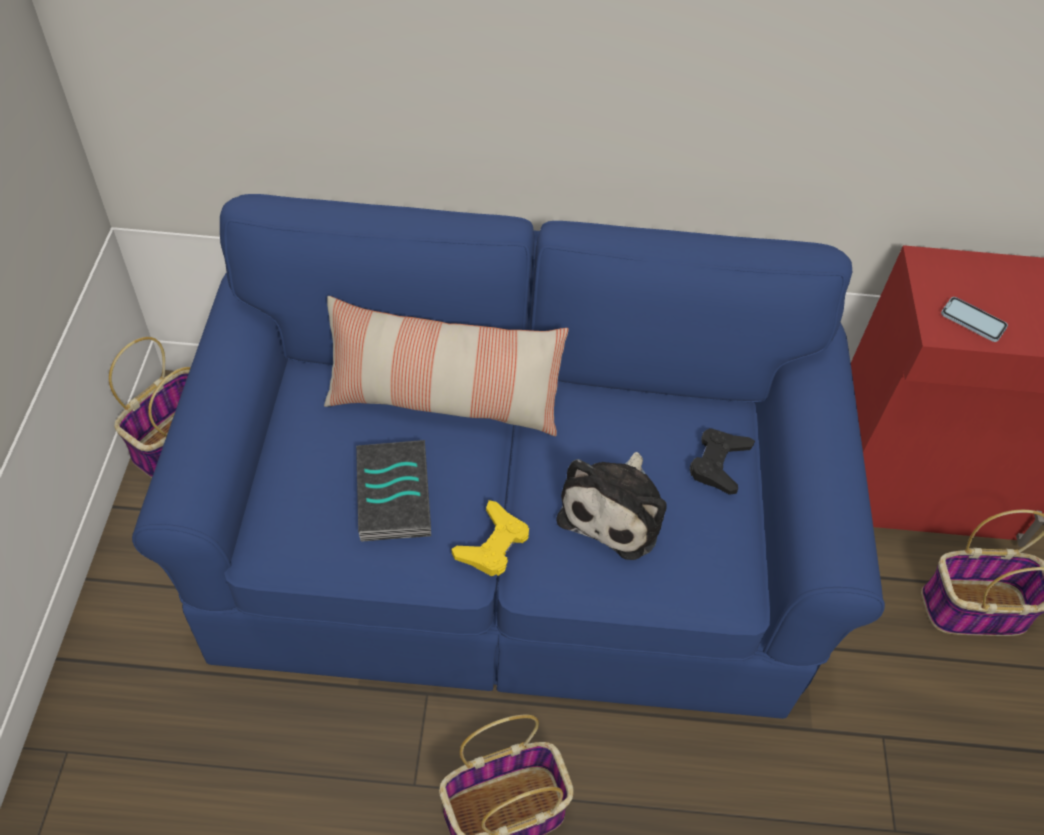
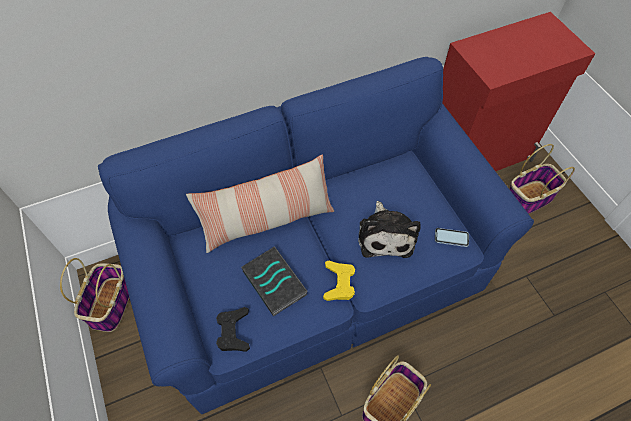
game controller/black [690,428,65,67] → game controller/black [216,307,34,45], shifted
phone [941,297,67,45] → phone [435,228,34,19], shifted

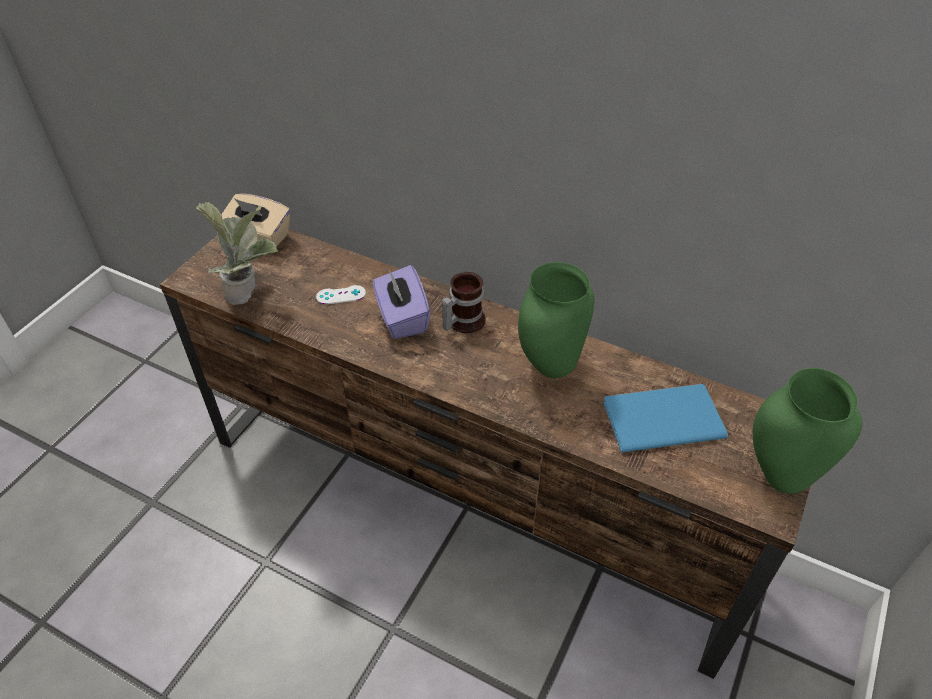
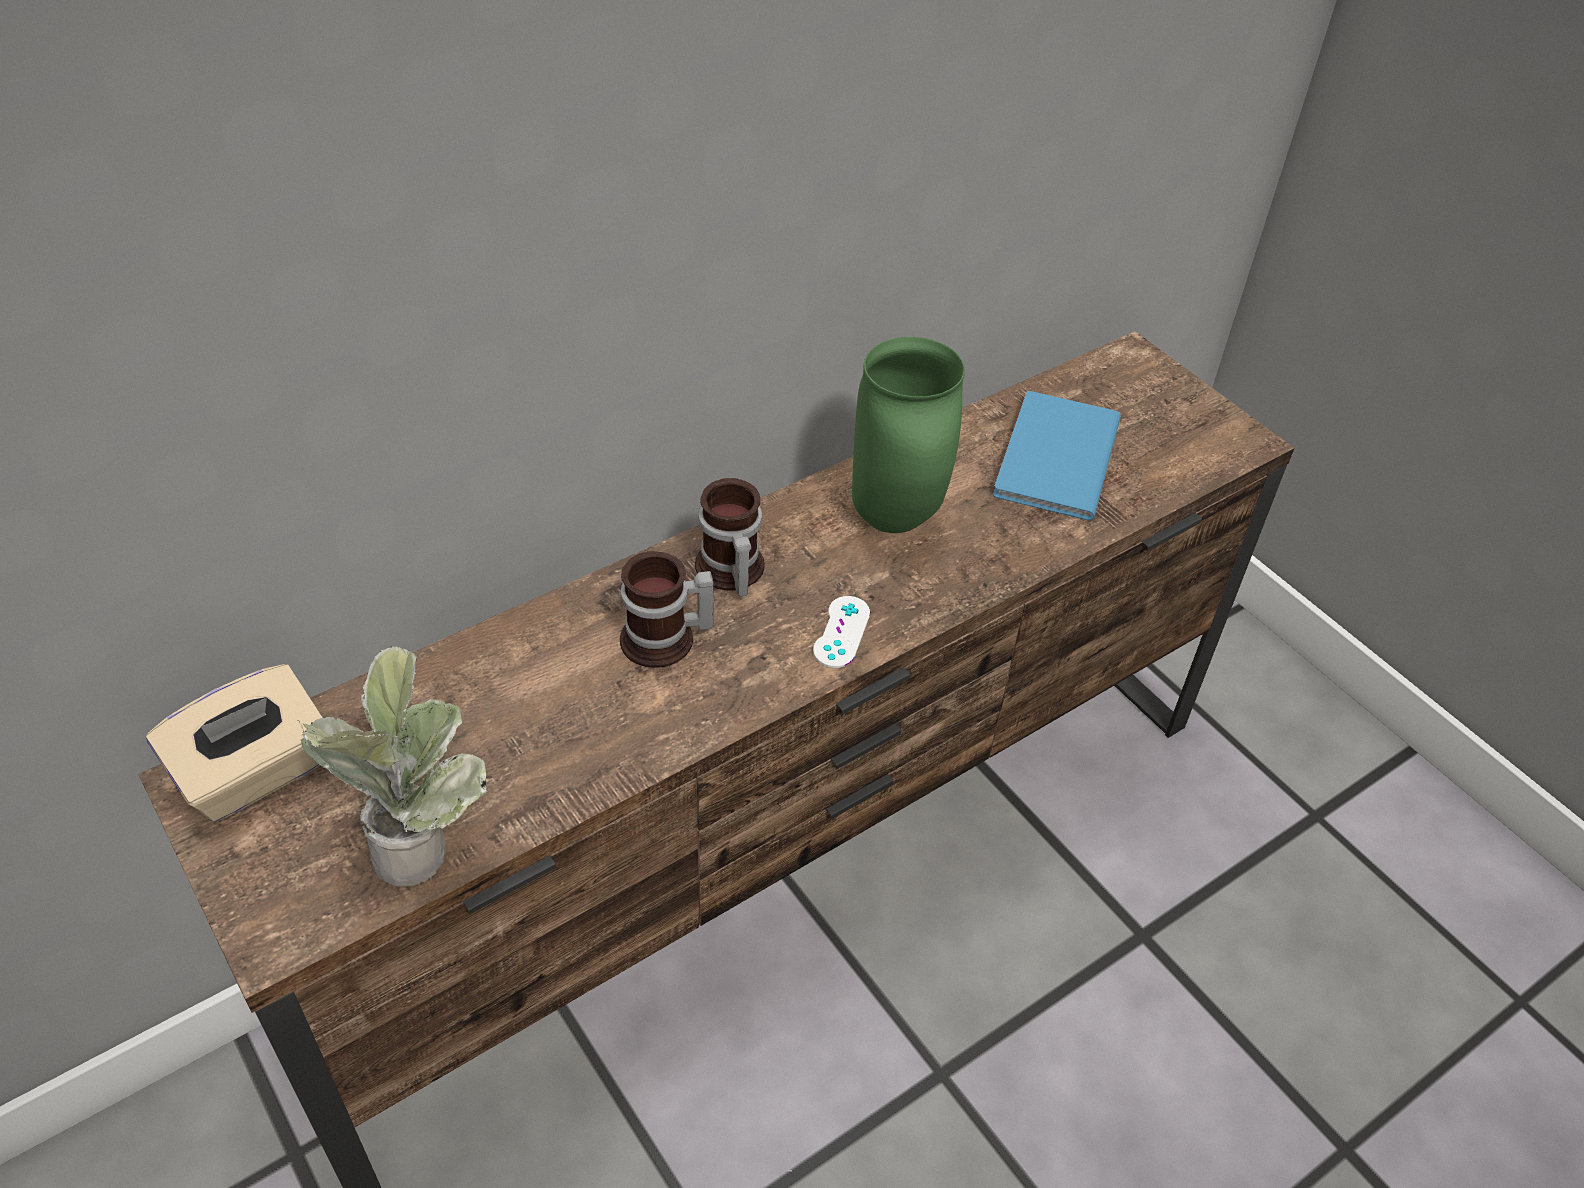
game controller/white [316,285,50,19] → game controller/white [813,596,57,72], shifted
tissue box/purple [373,265,57,74] → mug [620,551,93,117]
vase/green [753,368,110,126] → -

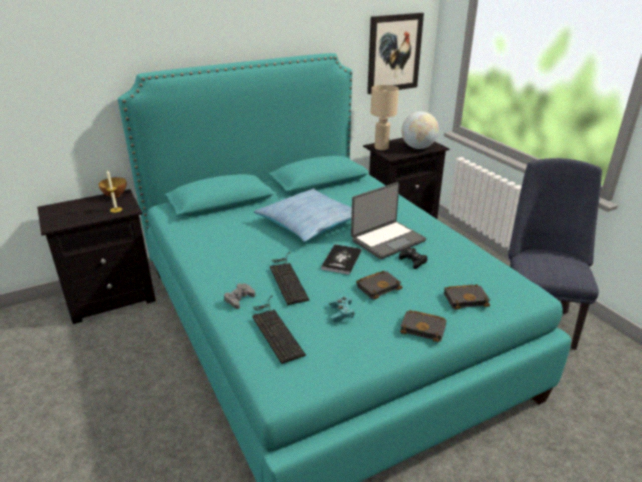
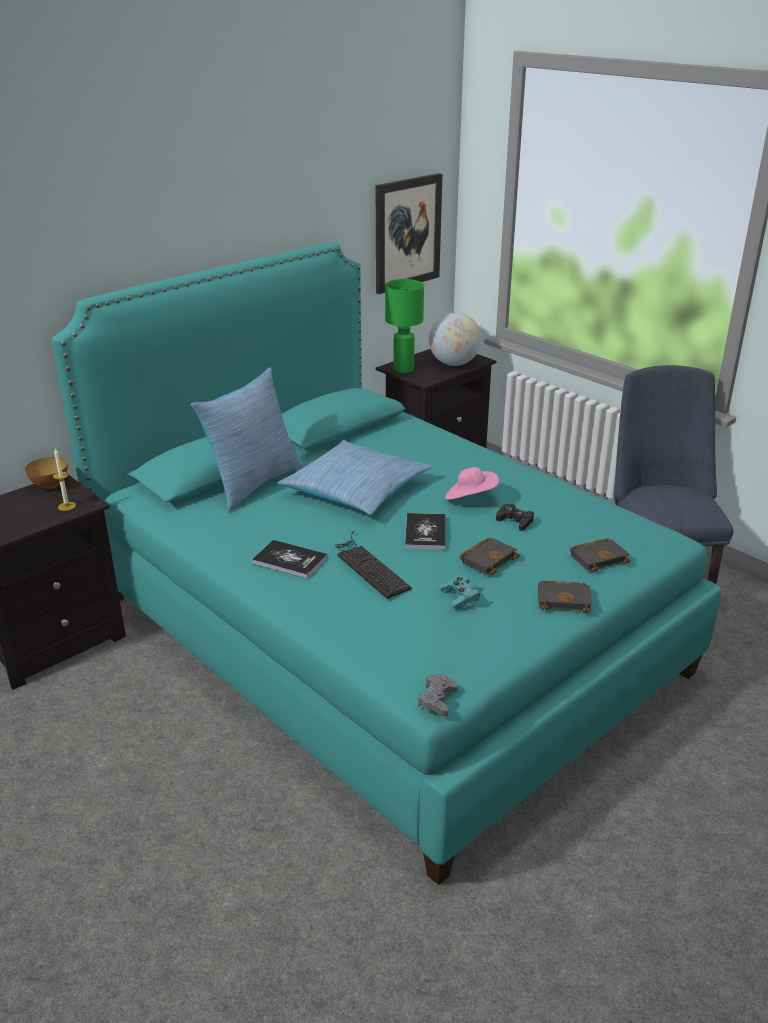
game controller/grey [224,283,31,26] → game controller/grey [418,674,40,43], shifted
keyboard [252,295,54,69] → -
laptop [351,182,75,77] → hat/pink [445,467,54,33]
table lamp/beige [370,85,29,65] → table lamp/green [385,279,39,94]
- → pillow [191,367,113,145]
- → book [252,540,75,39]

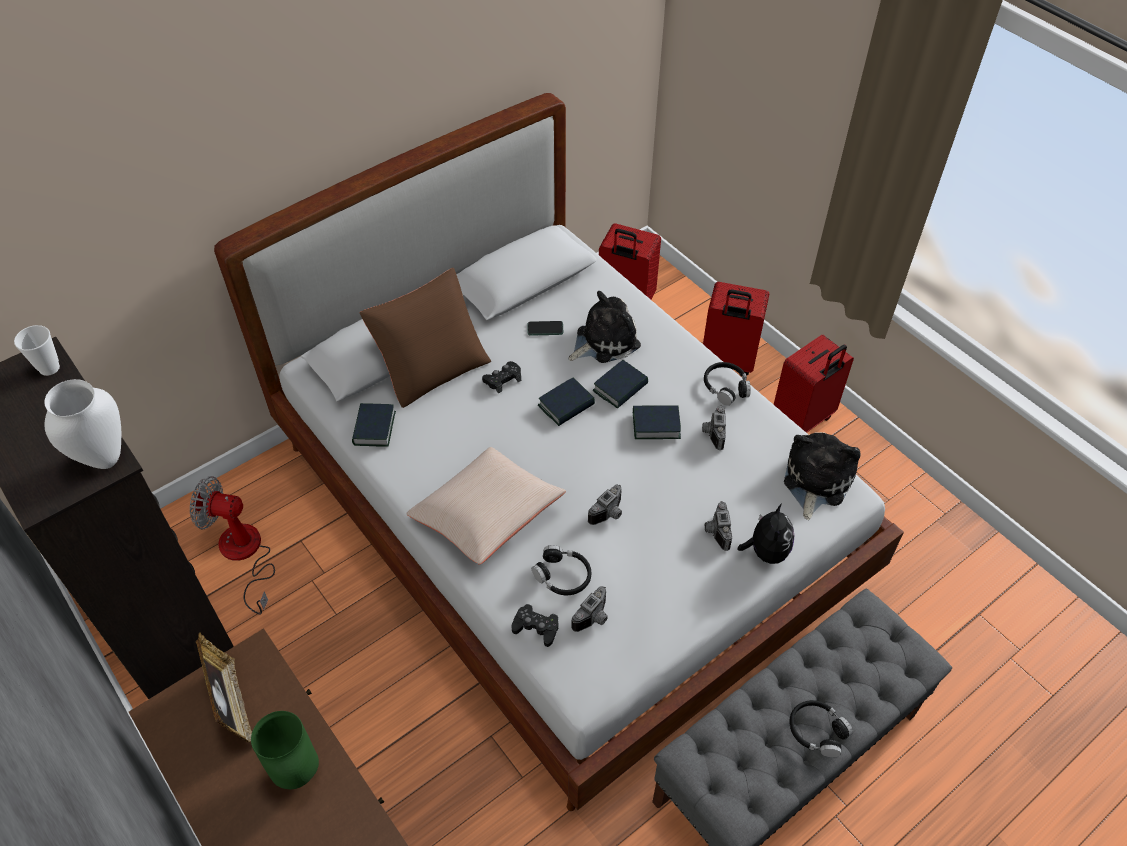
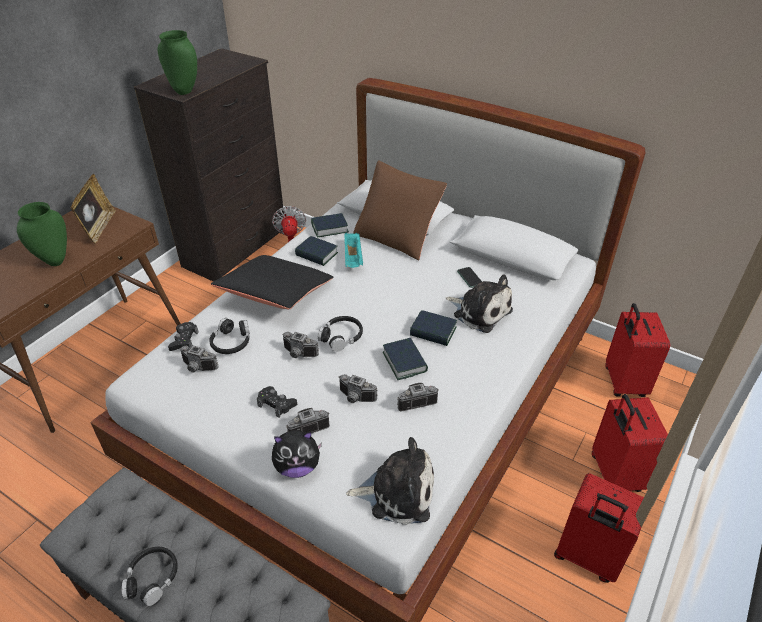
cup [14,325,46,51] → -
vase/white [44,379,77,90] → vase/green [158,30,39,65]
picture frame [196,632,56,111] → picture frame [70,174,46,70], 45 degrees counterclockwise
pillow/beige [406,447,160,117] → pillow/black [211,255,123,55]
game controller/black [482,361,39,33] → game controller/black [257,386,40,32], shifted
book [538,378,57,48] → book [295,236,43,30], shifted
headphones/black [704,362,47,44] → headphones/black [318,316,45,36], shifted
- → photo camera [339,374,39,29]
- → tray/turquoise [345,232,18,36]

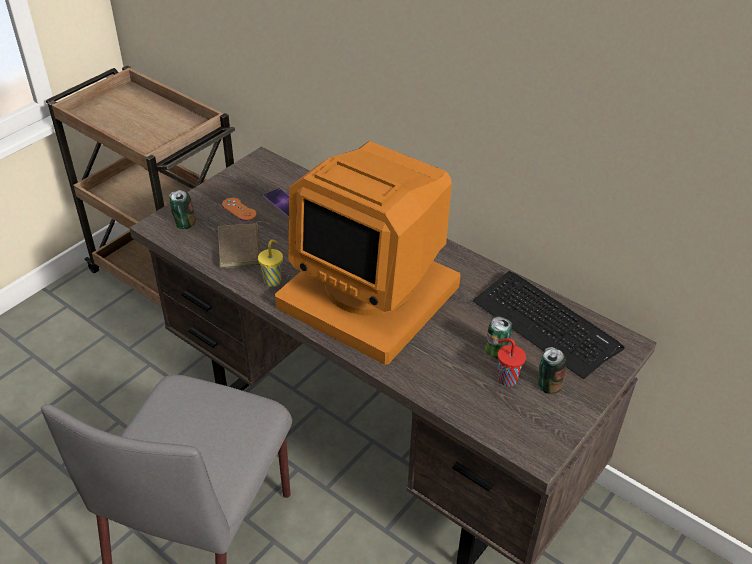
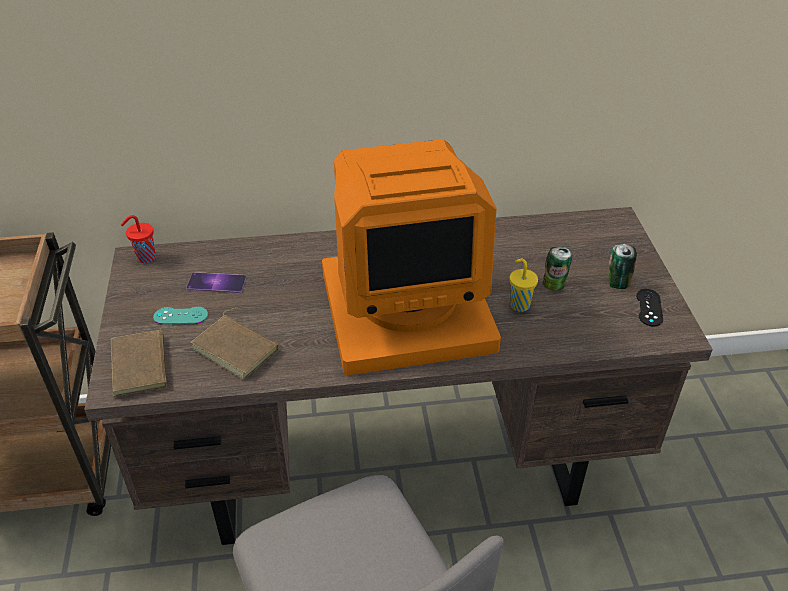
can [169,190,26,39] → book/brown [111,326,68,71]
game controller/orange [222,198,34,23] → game controller/turquoise [153,307,55,18]
cup/yellow [258,240,25,47] → cup/yellow [509,259,29,53], shifted
keyboard [473,271,152,108] → -
cup/red [498,338,28,49] → cup/red [121,215,35,48], shifted
- → game controller/black [636,289,27,37]

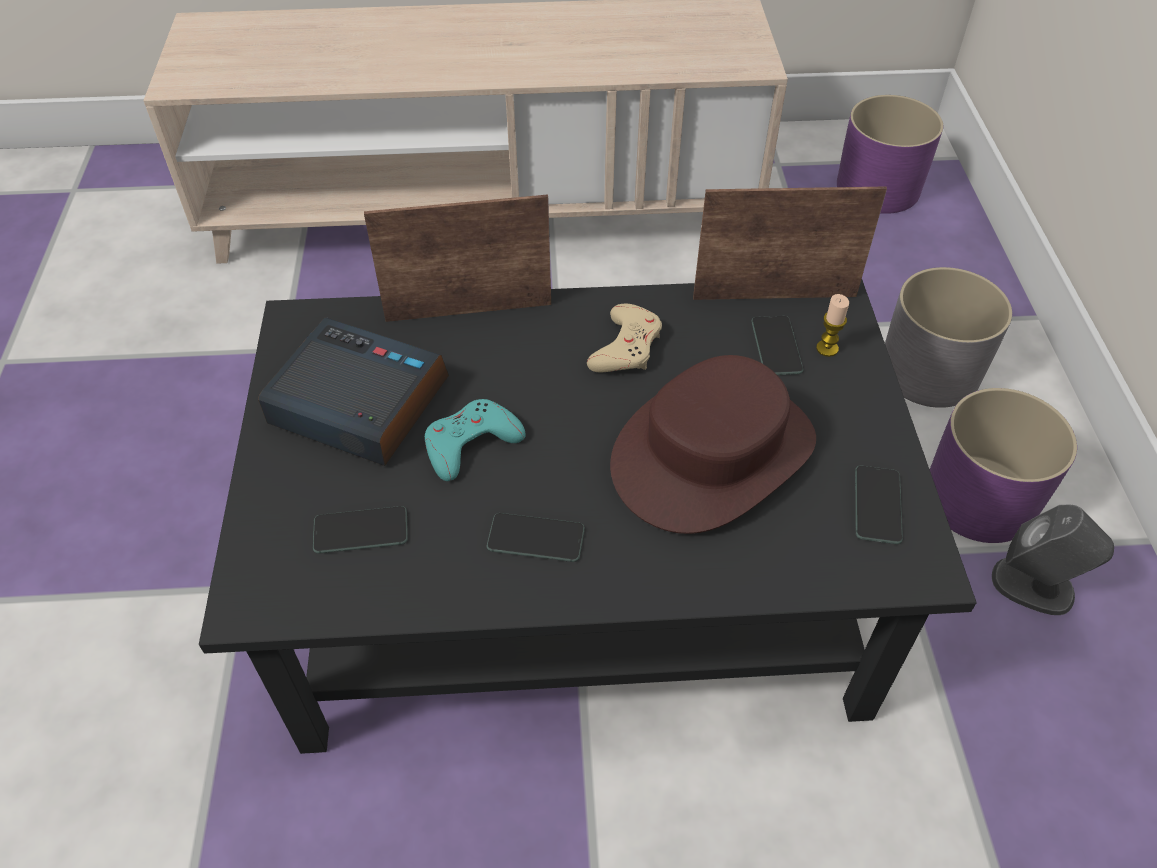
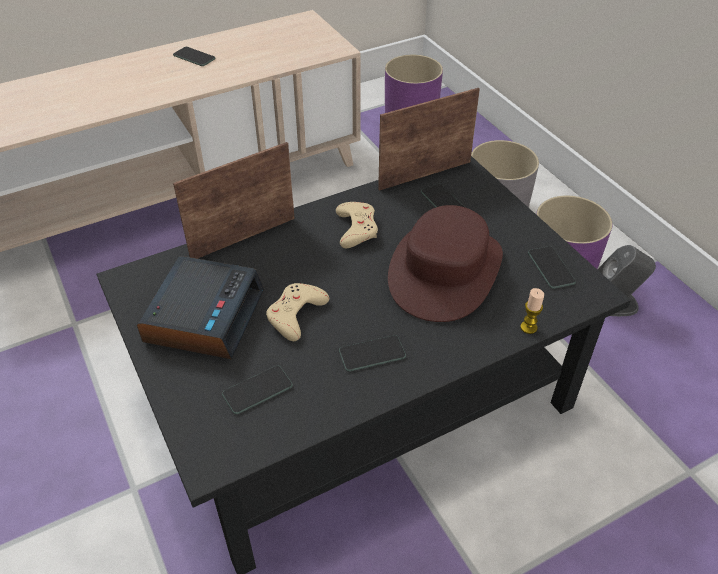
alarm clock [258,317,191,149] → alarm clock [137,256,127,104], 105 degrees clockwise
game controller/turquoise [425,399,101,82] → game controller/beige [266,283,63,58]
candle [816,294,33,63] → candle [520,288,24,46], shifted
- → phone [173,47,43,19]

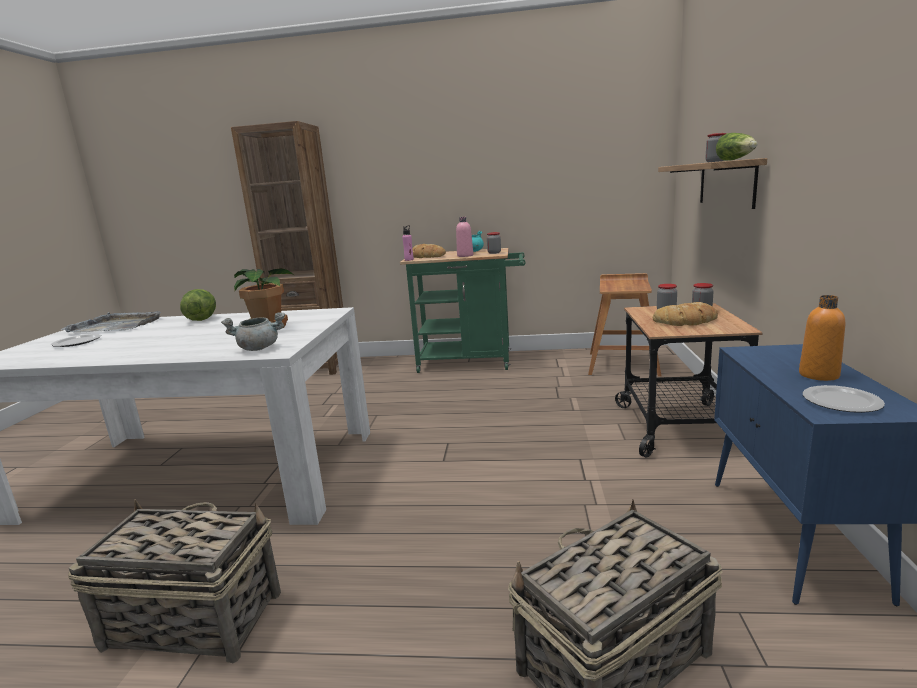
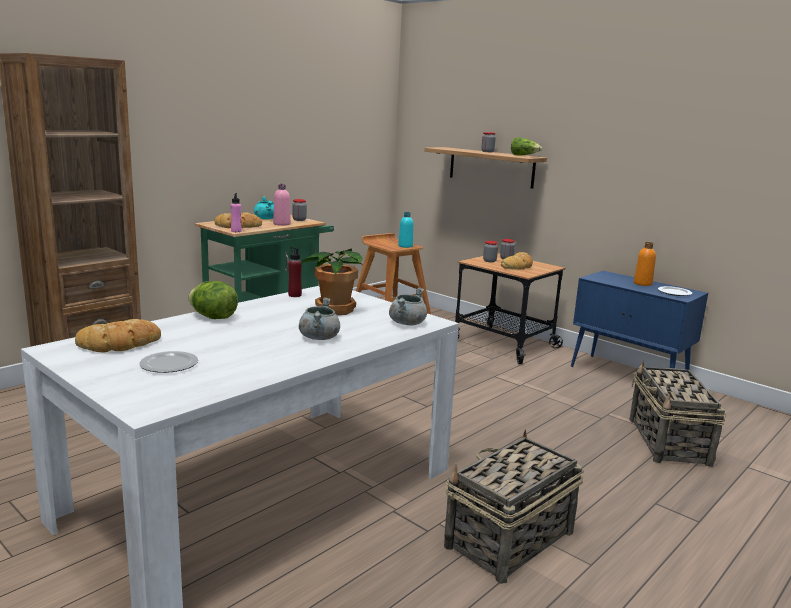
tray/grey [61,311,100,21] → bread [75,319,86,33]
- → bottle/red [288,247,14,50]
- → cooking pot/grey [299,298,41,42]
- → bottle/turquoise [398,212,15,36]

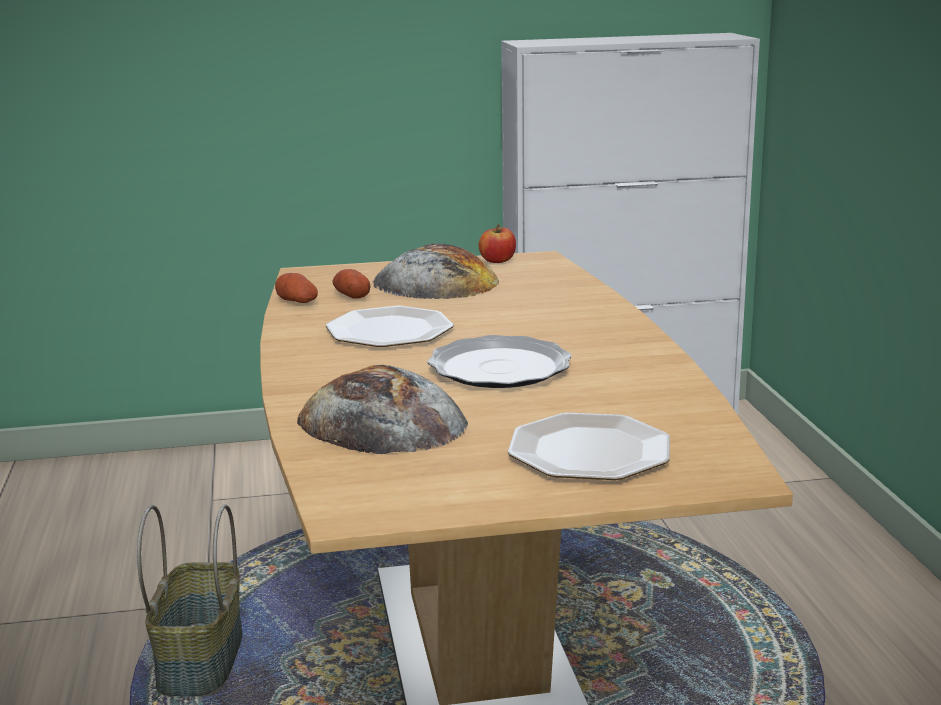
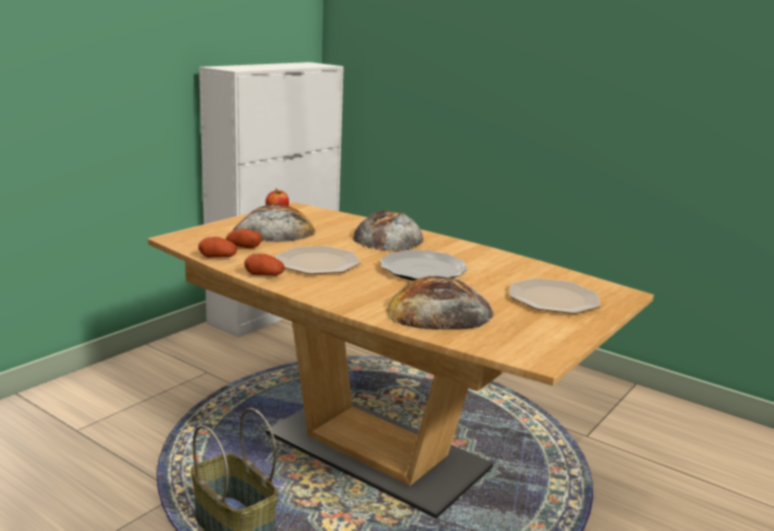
- → potato [244,254,41,22]
- → bread [353,210,71,41]

